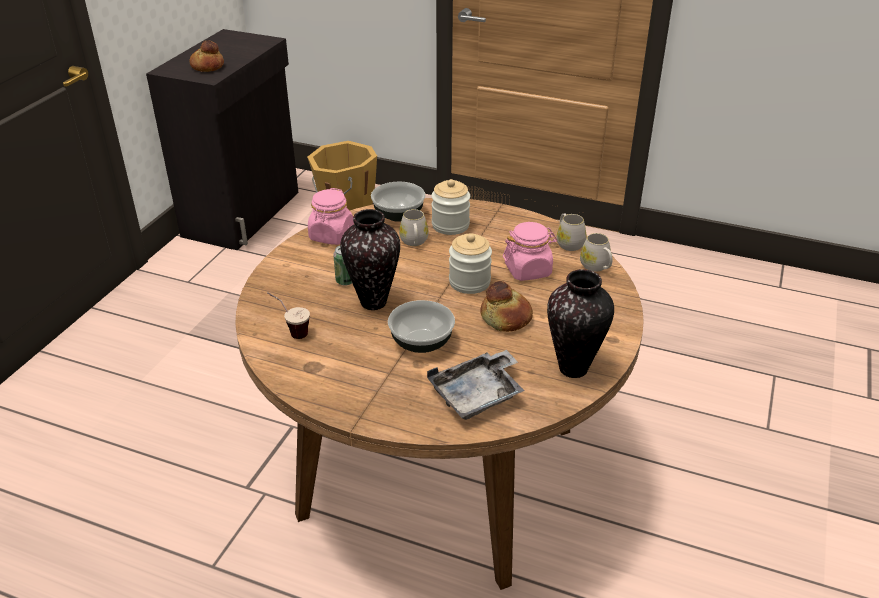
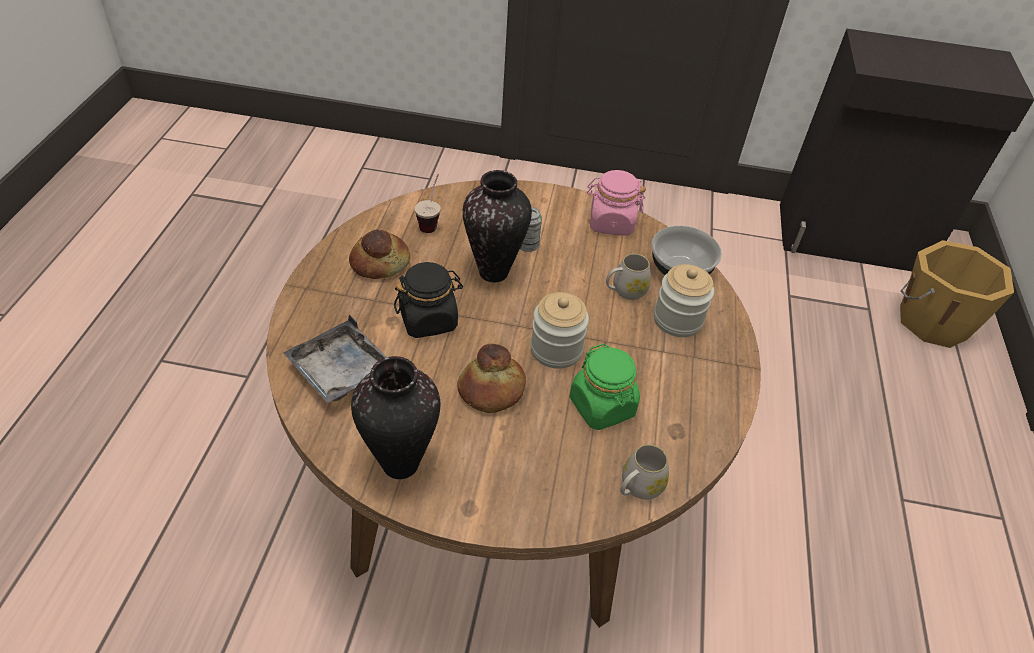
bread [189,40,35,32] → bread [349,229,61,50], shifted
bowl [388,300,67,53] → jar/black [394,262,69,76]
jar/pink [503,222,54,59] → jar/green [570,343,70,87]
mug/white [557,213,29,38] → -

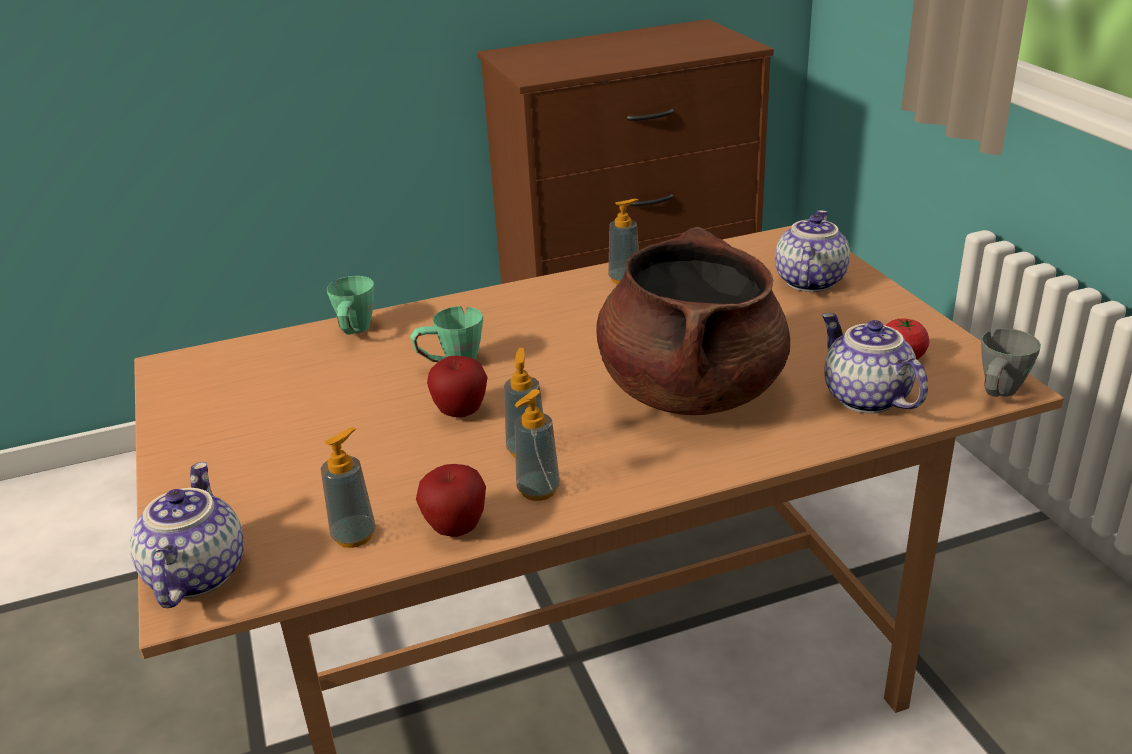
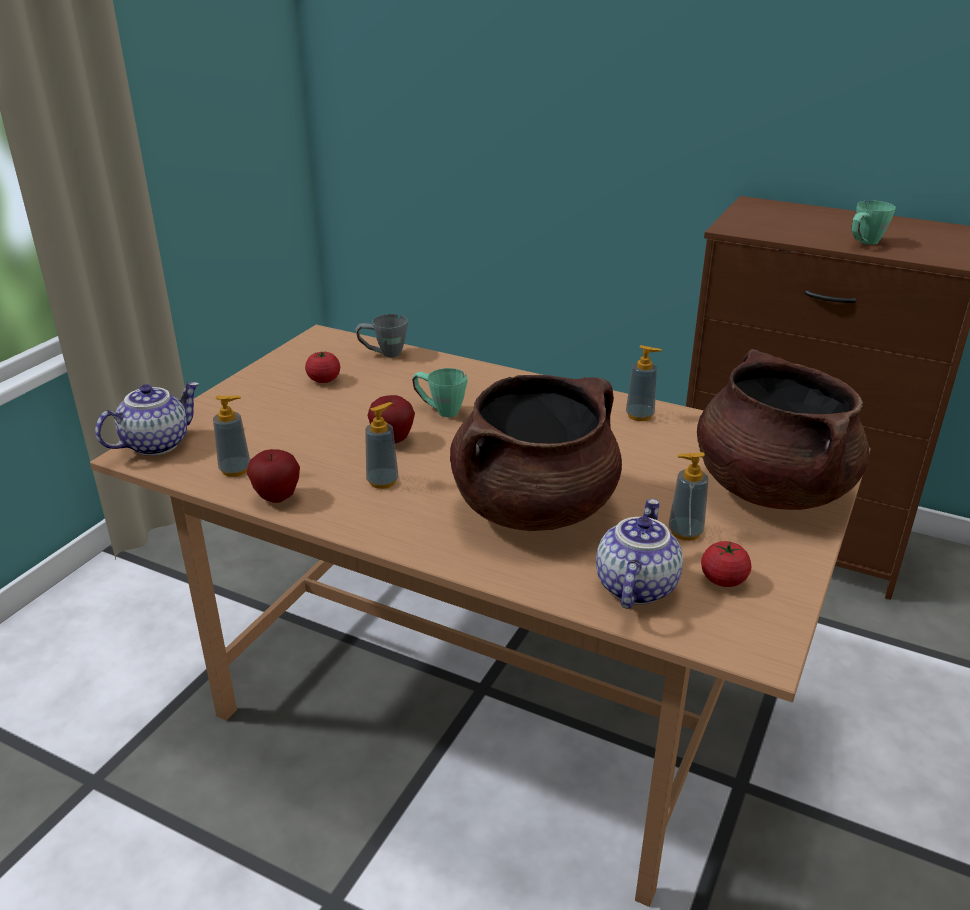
mug/green [327,276,47,59] → mug/green [851,201,45,44], shifted
soap dispenser [514,389,46,112] → soap dispenser [669,452,40,89], shifted
teapot [775,210,75,82] → cooking pot/brown [697,349,172,161]
mug/grey [981,329,60,68] → mug/grey [355,314,53,43], shifted
- → tomato [305,351,35,32]

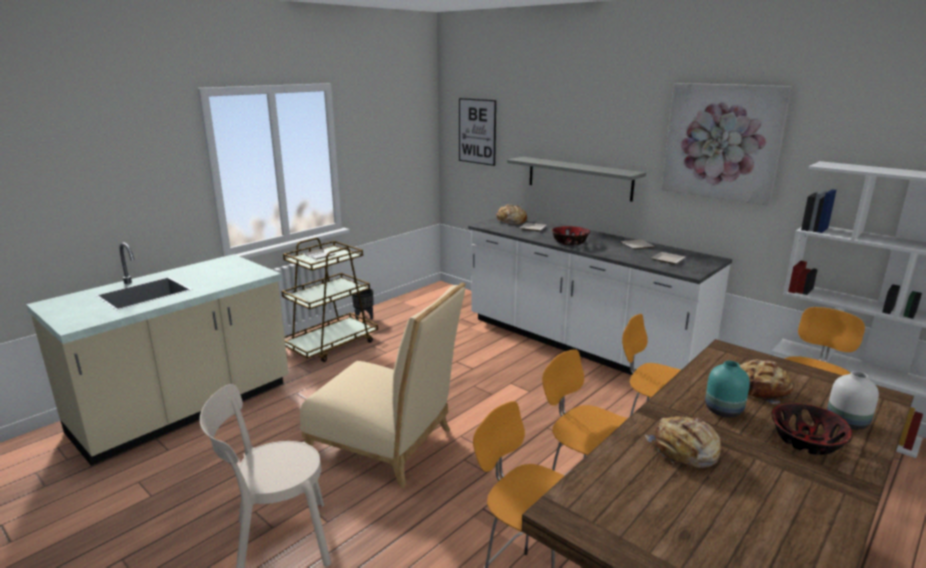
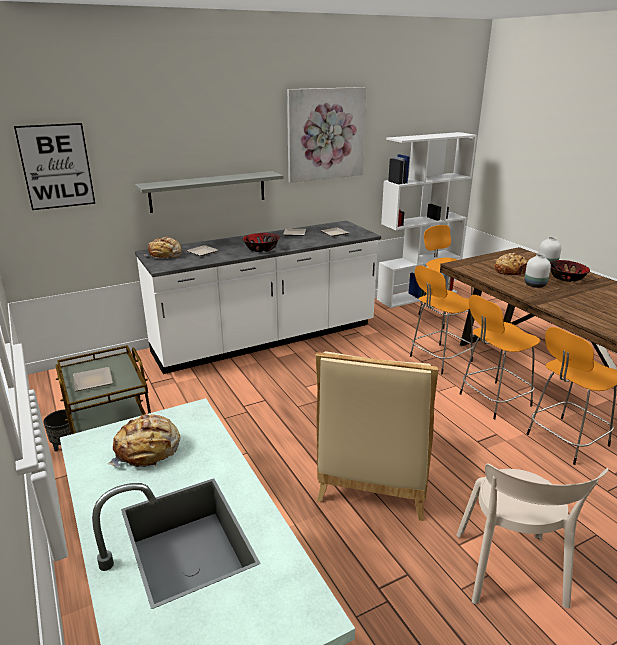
chair/beige [300,283,166,205] → chair/beige [315,351,123,170], 150 degrees clockwise
bread [645,415,76,53] → bread [108,414,72,53], shifted
vase/turquoise [705,361,45,57] → vase/white [524,254,27,34]

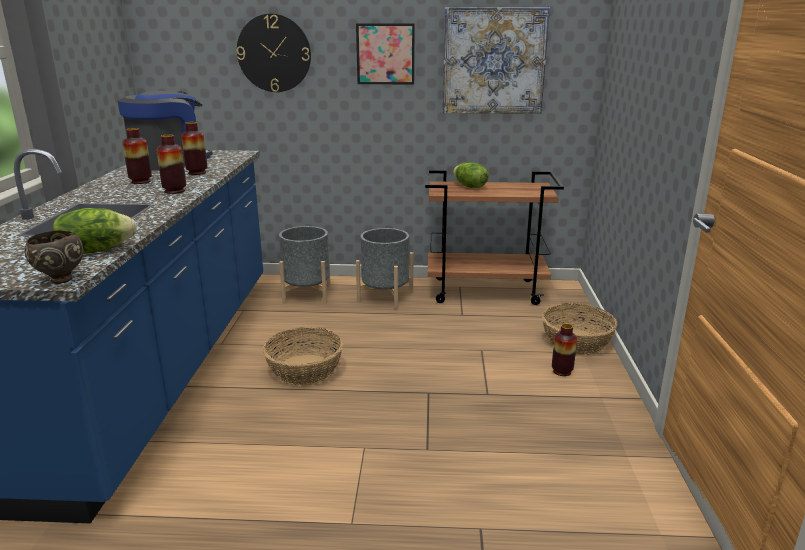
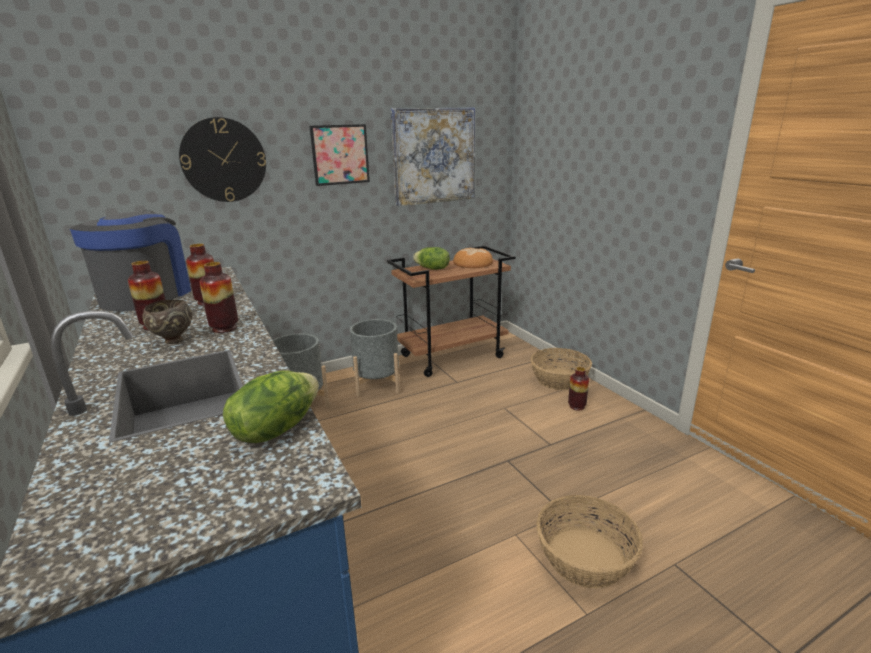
bowl/brown [25,230,58,54] → bowl/brown [142,300,50,44], shifted
basket [263,327,80,58] → basket [537,495,106,93], shifted
- → bread [453,248,40,20]

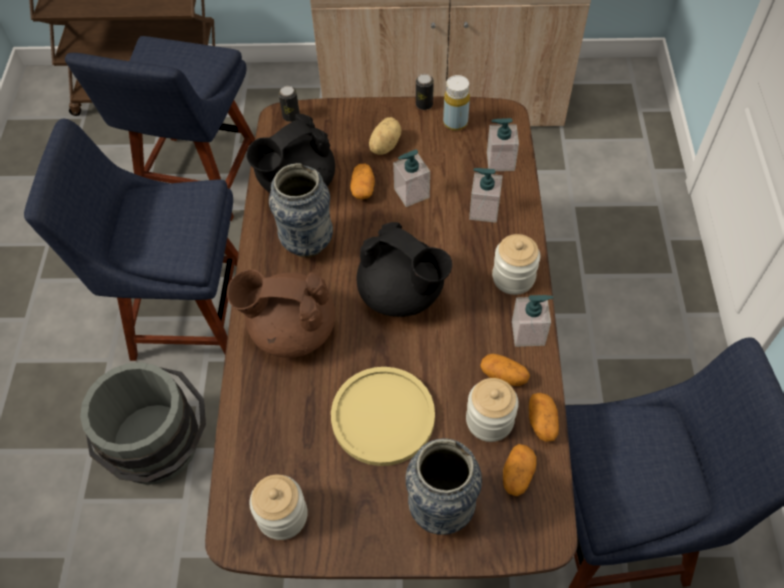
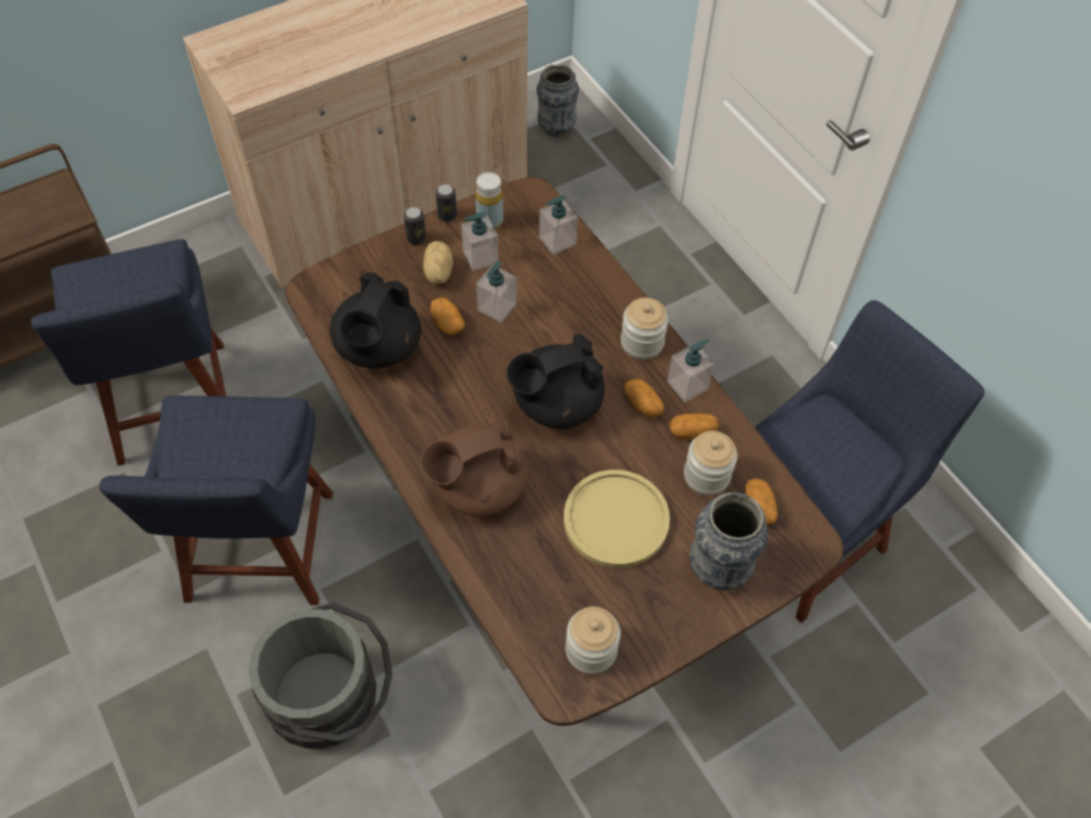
chair/blue [24,119,214,242] → chair/blue [99,395,234,210], 60 degrees counterclockwise
vase [269,163,64,95] → vase [537,64,42,73], shifted
can [278,86,22,36] → can [404,207,22,38], shifted
teapot/black [356,222,96,95] → teapot/black [507,334,98,95], 150 degrees clockwise
soap dispenser [469,168,34,55] → soap dispenser [461,212,37,59], shifted
potato [529,393,30,49] → potato [625,379,39,38], shifted

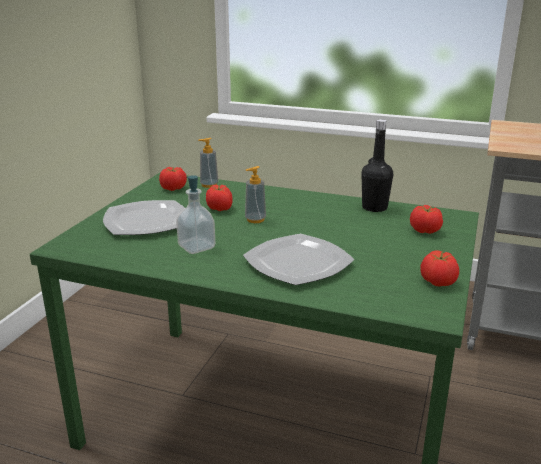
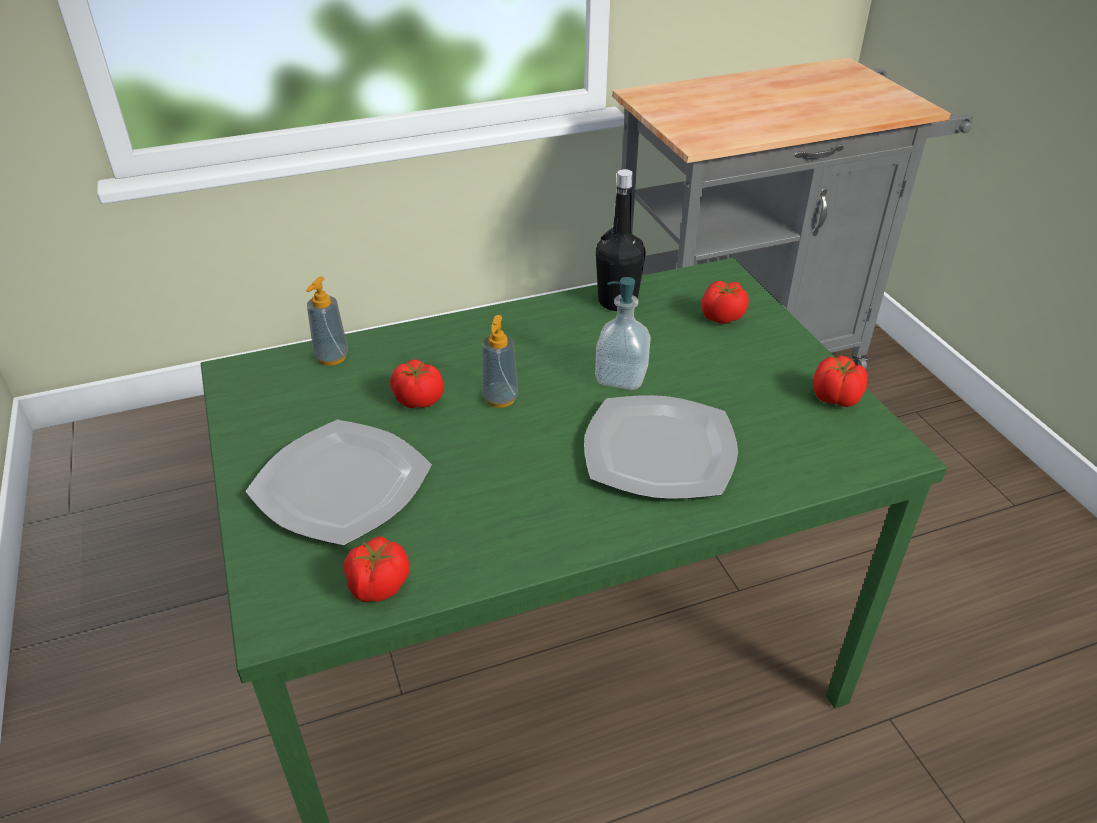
tomato [159,167,28,24] → tomato [343,536,66,66], shifted
soap dispenser [176,175,39,79] → soap dispenser [595,277,56,113], shifted

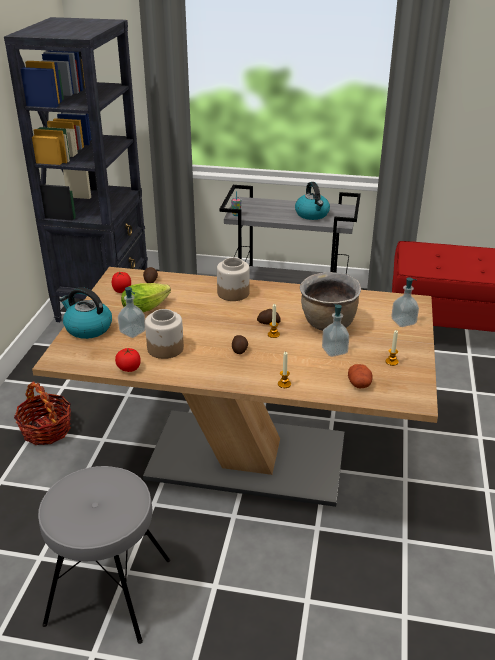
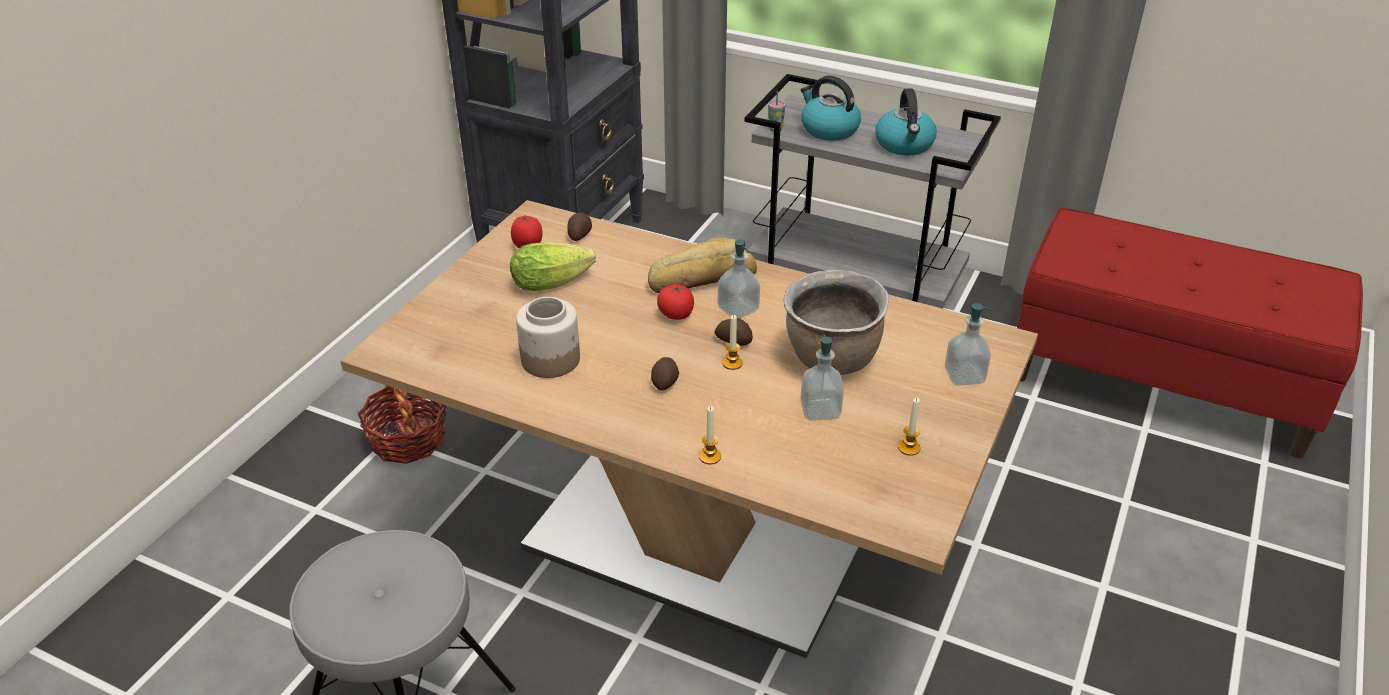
kettle [60,287,52,52] → kettle [800,76,61,65], shifted
tomato [115,348,26,24] → tomato [657,284,37,36], shifted
soap dispenser [118,287,27,51] → soap dispenser [717,239,43,79], shifted
jar [217,257,33,44] → bread [648,237,109,56]
potato [348,364,25,24] → -

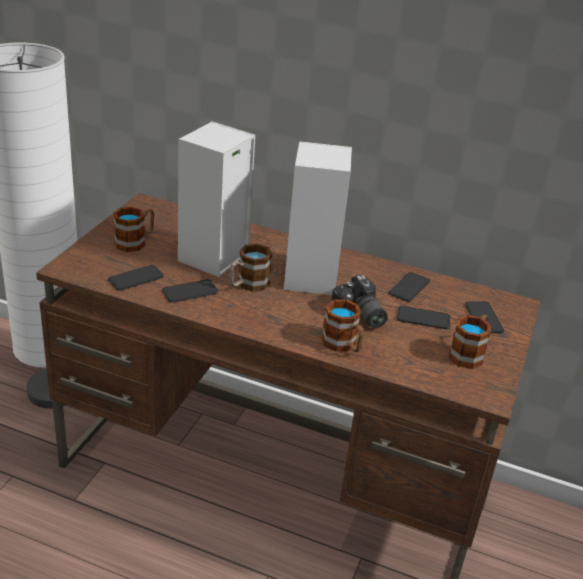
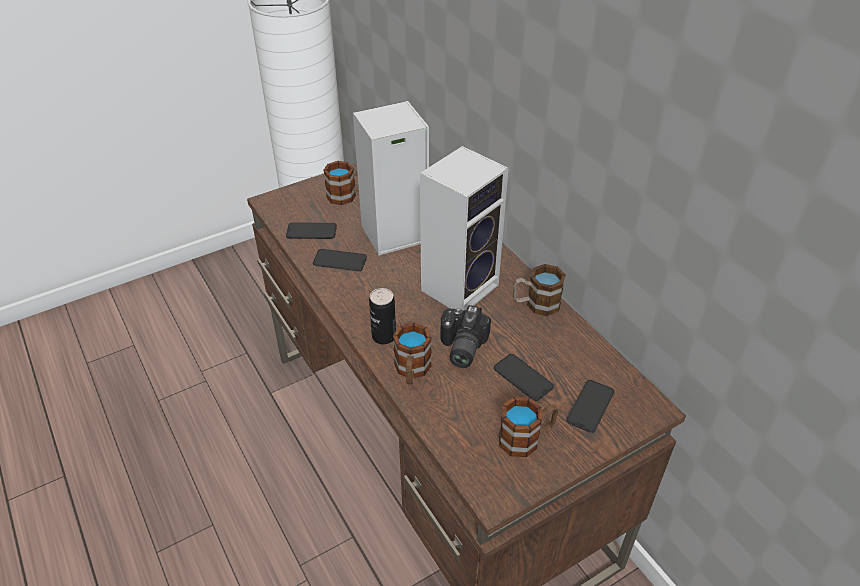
mug [230,244,42,48] → mug [513,264,53,52], shifted
phone [389,272,41,30] → -
- → can [369,288,27,57]

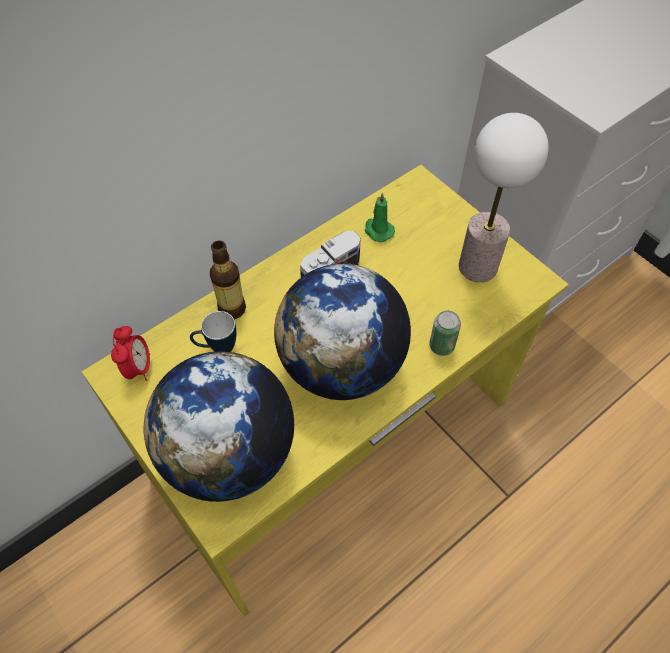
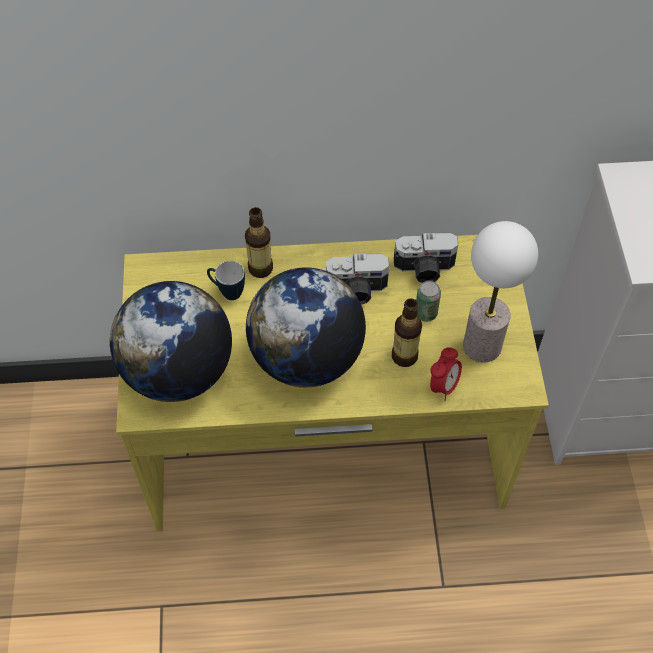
alarm clock [111,326,39,55] → alarm clock [430,347,32,54], shifted
candle/green [365,193,30,49] → photo camera [394,233,64,50]
can [429,310,32,46] → can [416,281,25,41], shifted
- → bottle [392,298,30,69]

